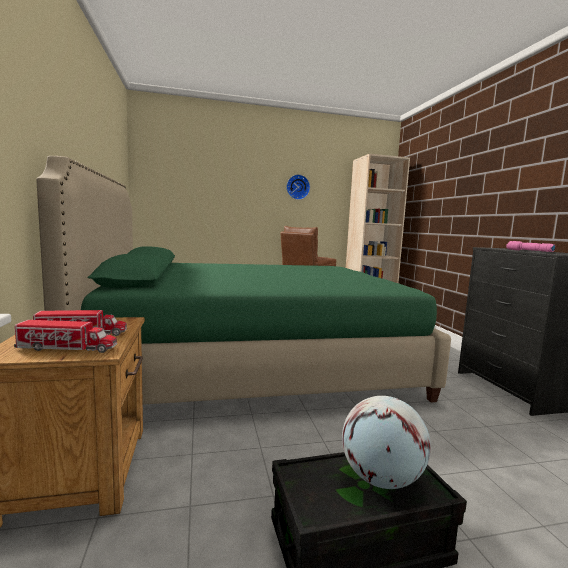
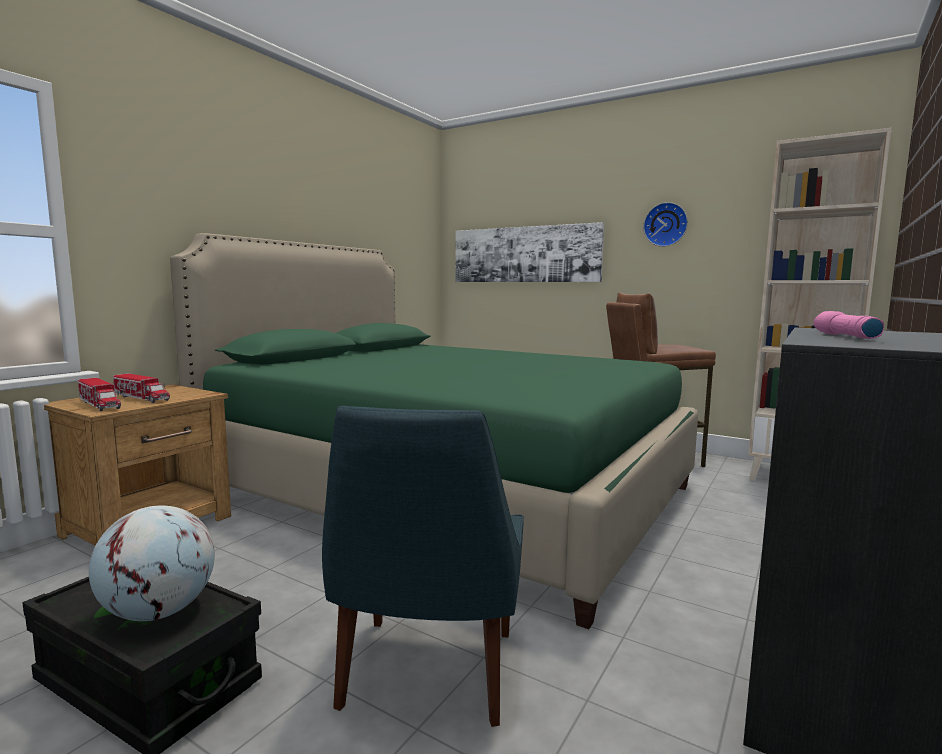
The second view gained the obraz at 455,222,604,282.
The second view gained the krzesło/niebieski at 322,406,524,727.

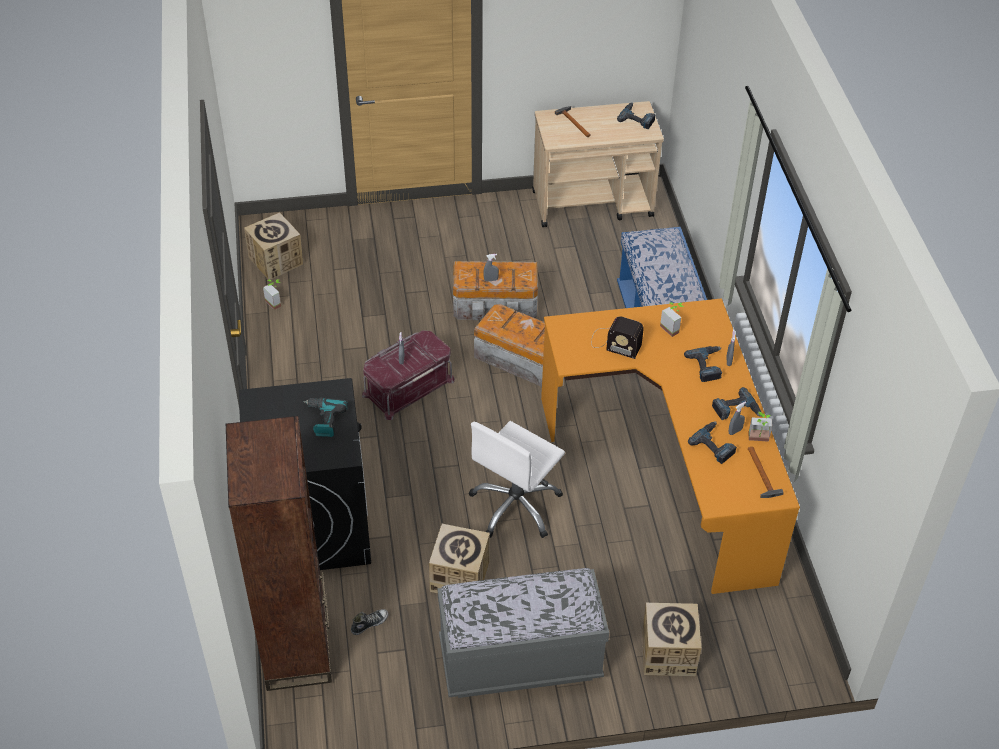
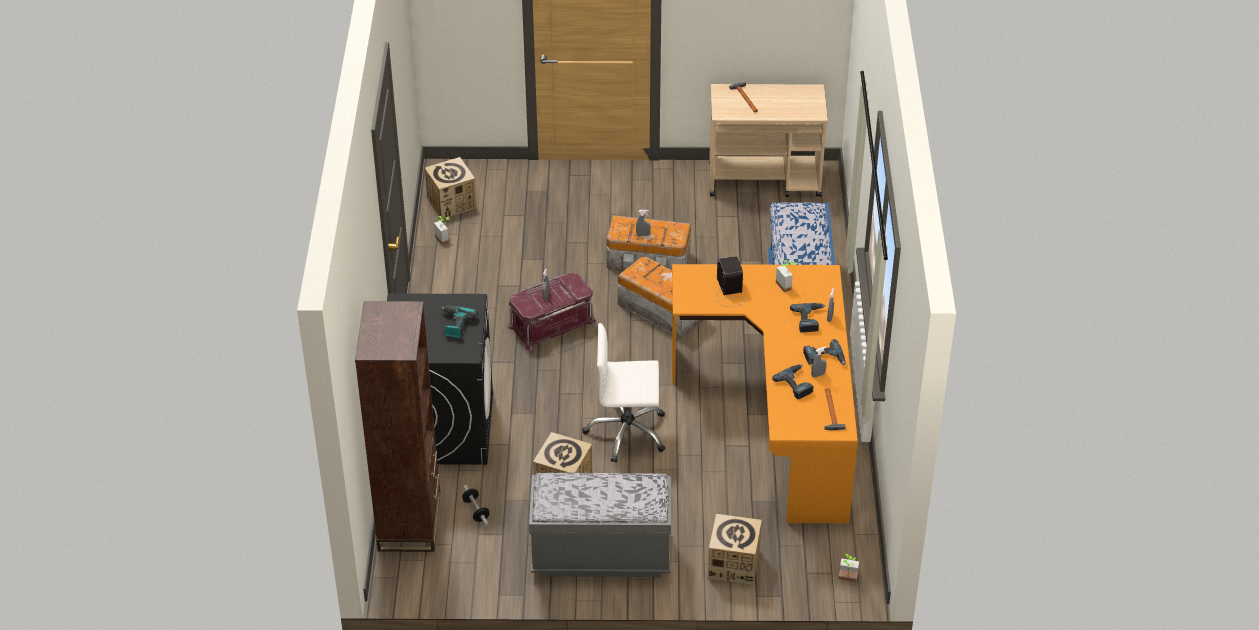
The second view lost the wiertarka at 617,102,656,129.
The radio at 591,316,644,359 ended up facing another way, 135 degrees counterclockwise from before.
The roślina doniczkowa ended up elsewhere, having gone from 748,412,772,442 to 839,554,859,582.
The krzesło biurowe/biały at 469,421,565,538 ended up facing another way, 45 degrees clockwise from before.
Where the but stood at 351,609,389,635, the hantel came to stand at 462,485,489,526.

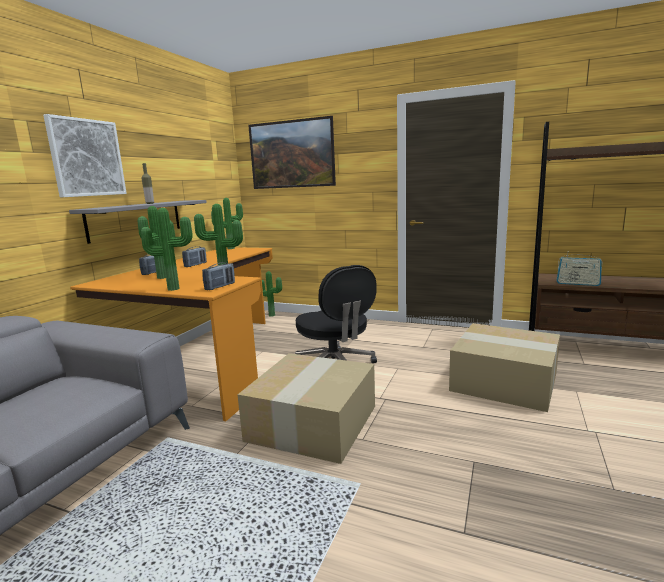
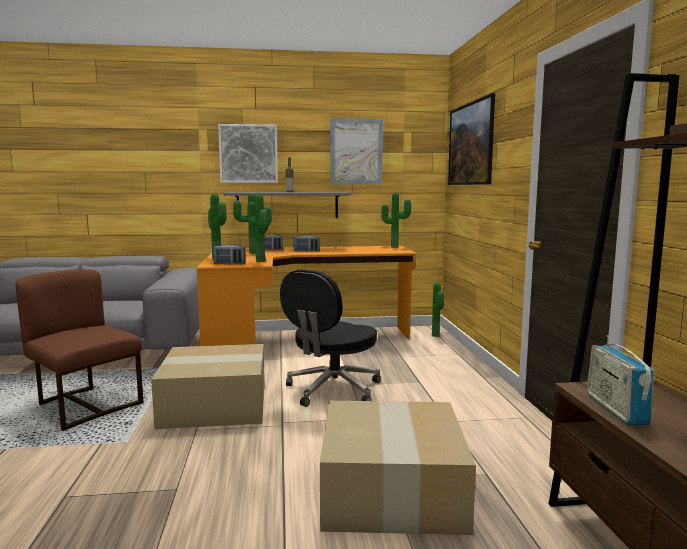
The second view gained the obraz at 330,118,383,184.
The second view gained the krzesło/brązowy at 15,269,143,431.

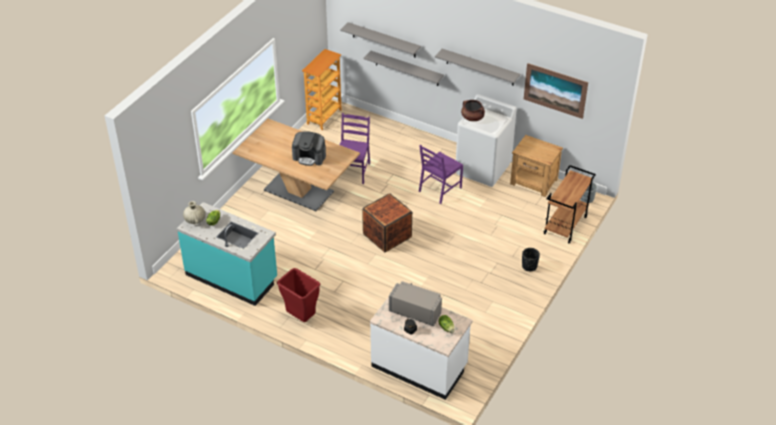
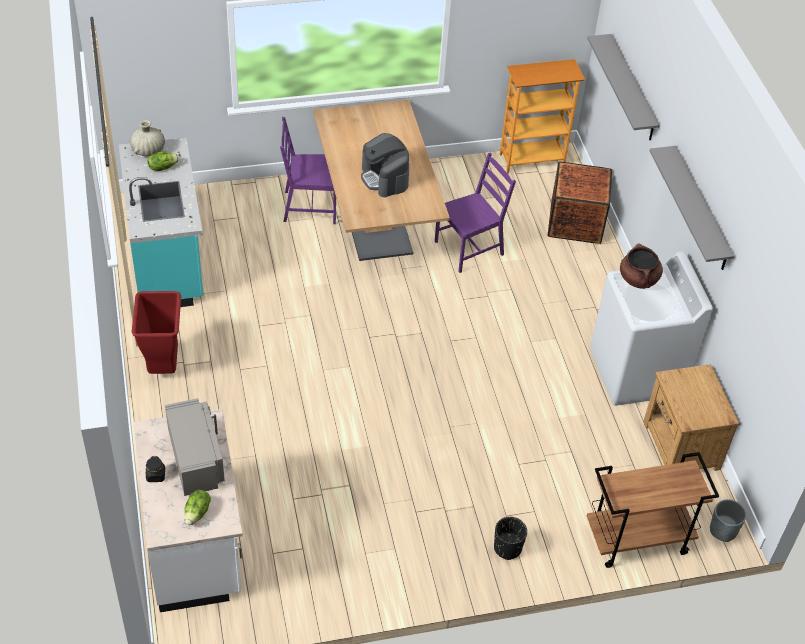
The second view lost the półka/szary at 364,51,444,86.
The second view lost the obraz at 524,63,588,119.
The krzesło/fioletowy ended up elsewhere, having gone from 419,144,463,204 to 280,117,336,224.
The skrzynka ended up elsewhere, having gone from 362,194,412,252 to 547,161,612,244.

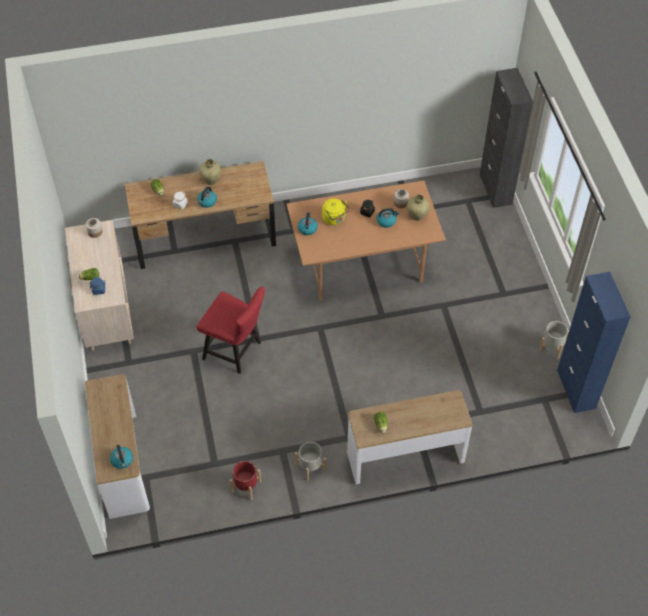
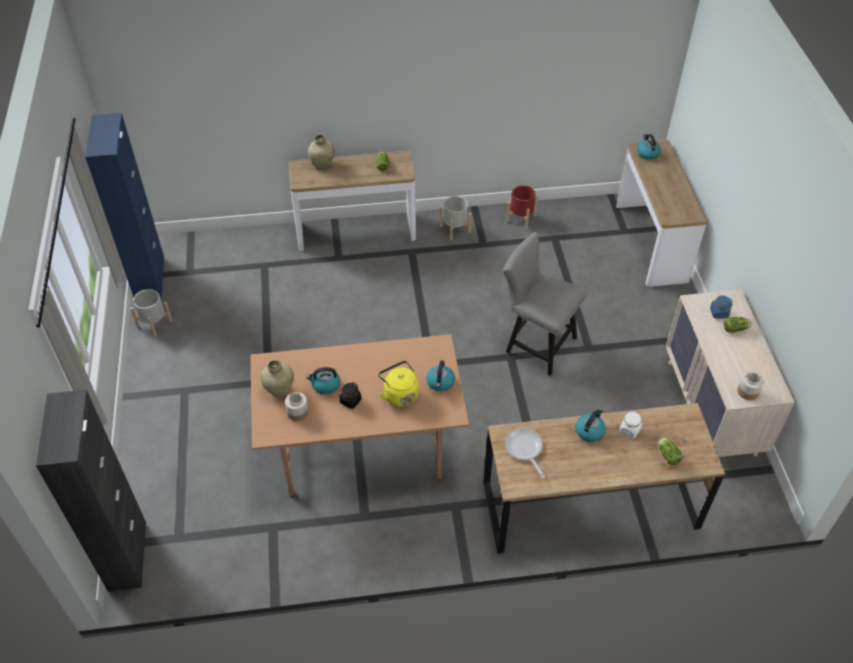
The wazon/beżowy ended up elsewhere, having gone from 199,159,221,185 to 308,135,335,169.
What was the krzesło/czerwony at 197,287,265,374 turned into the krzesło/szary at 503,232,587,376.
The second view gained the patelnia at 505,428,545,479.

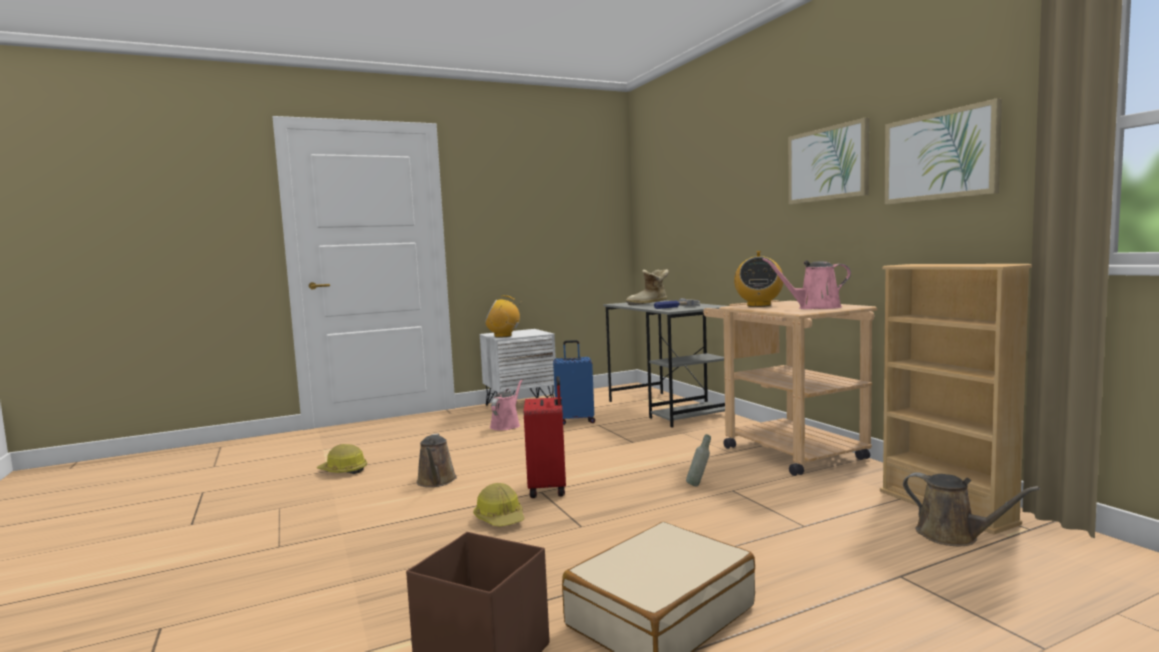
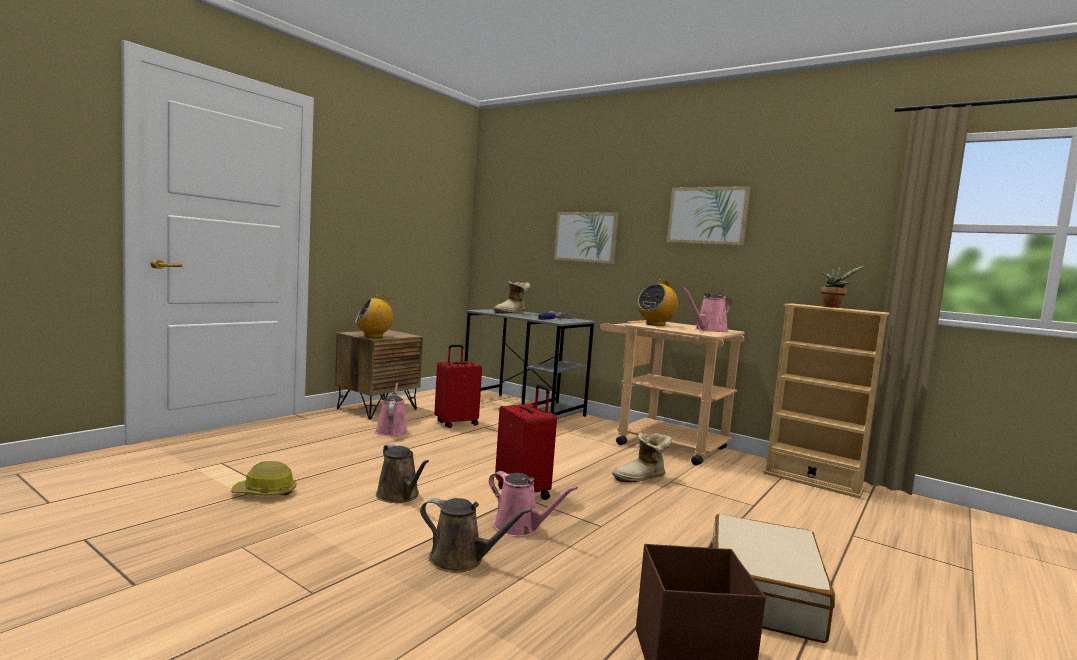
The obraz ended up elsewhere, having gone from 884,98,1002,204 to 554,212,619,264.
The radio at 734,251,783,307 ended up facing another way, 60 degrees clockwise from before.
What was the szafka nocna/biały at 480,329,556,406 turned into the szafka nocna/brązowy at 335,330,423,419.
What was the walizka/niebieski at 553,340,595,425 turned into the walizka/czerwony at 434,345,482,428.
Where the butelka/szary stood at 686,434,711,487, the but z cholewką came to stand at 612,433,672,482.
The konewka/brązowy ended up elsewhere, having gone from 903,472,1040,546 to 420,498,532,573.
Where the kask stood at 473,483,524,526, the konewka/różowy came to stand at 489,471,578,537.
The second view gained the roślina doniczkowa at 820,264,864,308.

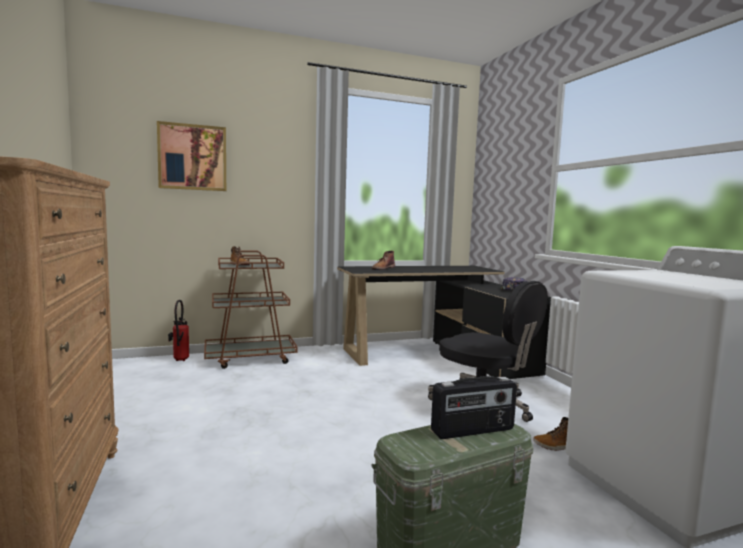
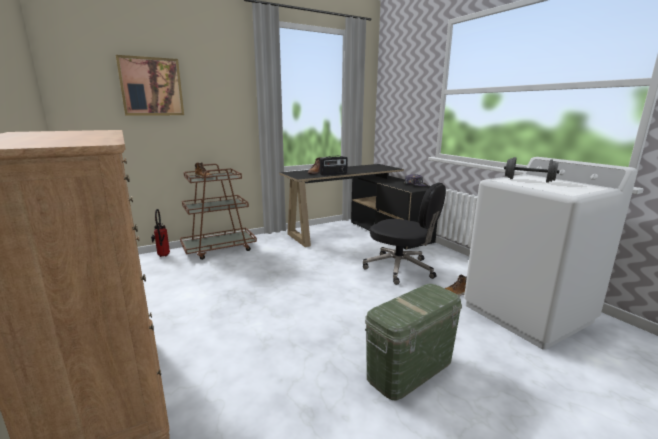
The radio ended up elsewhere, having gone from 431,376,517,439 to 320,156,348,176.
The second view gained the hantel/szary at 504,157,560,183.

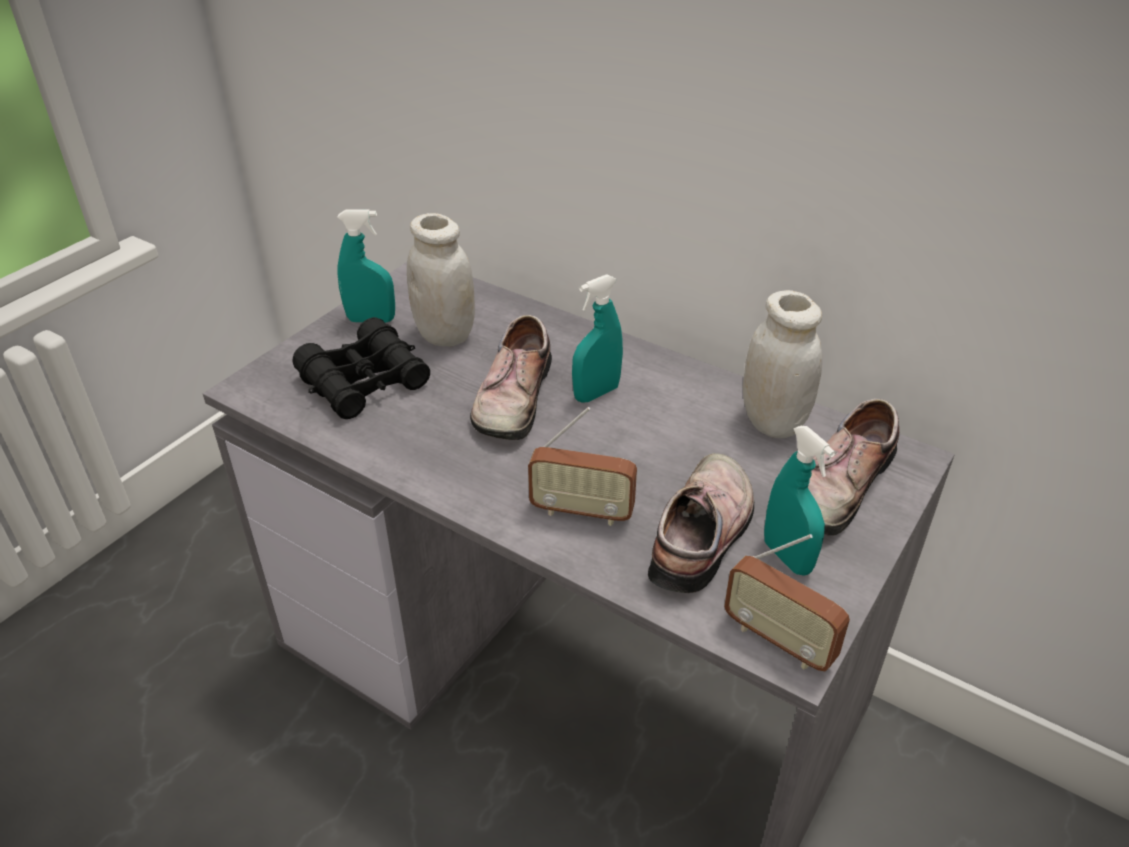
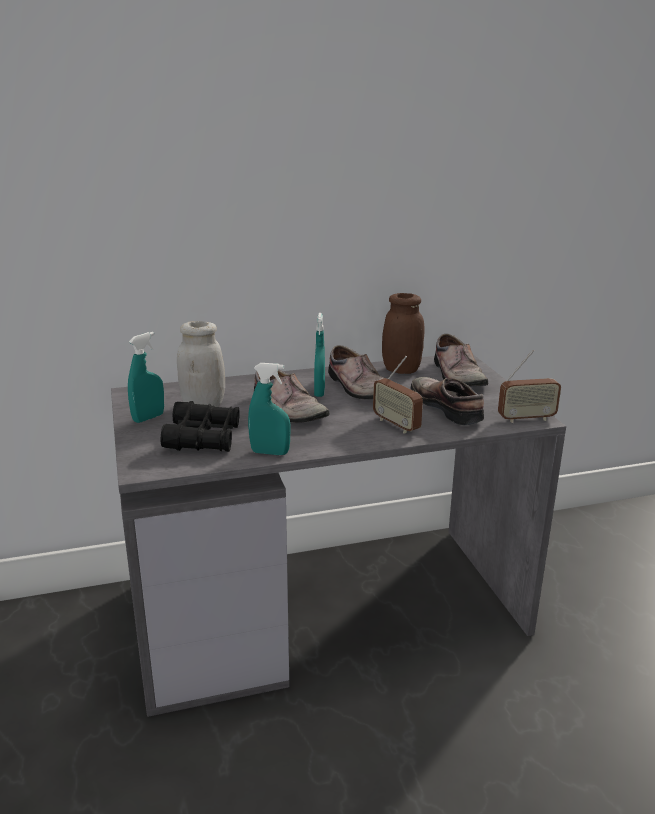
What was the słoik/biały at 743,290,822,438 turned into the słoik/brązowy at 382,293,425,374.
The radio at 528,407,637,526 ended up facing another way, 90 degrees clockwise from before.
The spryskiwacz/turkusowy ended up elsewhere, having gone from 764,426,836,576 to 248,363,291,455.
The second view gained the but at 328,345,384,400.

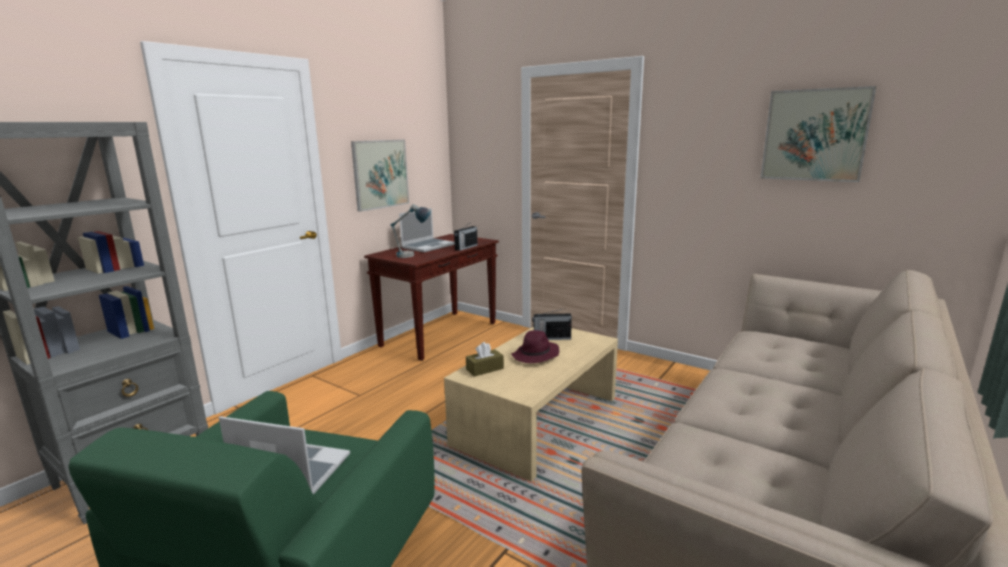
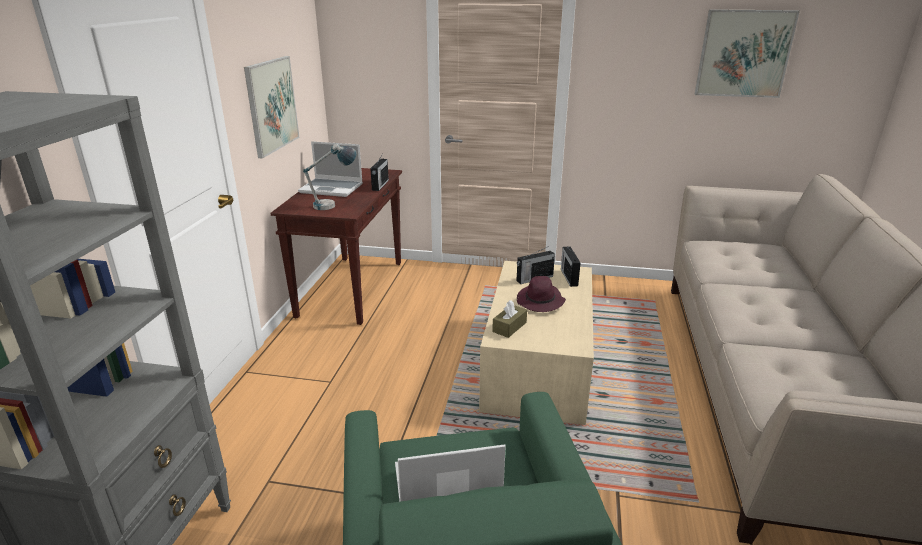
The laptop at 399,208,455,252 ended up facing another way, 90 degrees clockwise from before.
The second view gained the radio at 561,246,581,287.

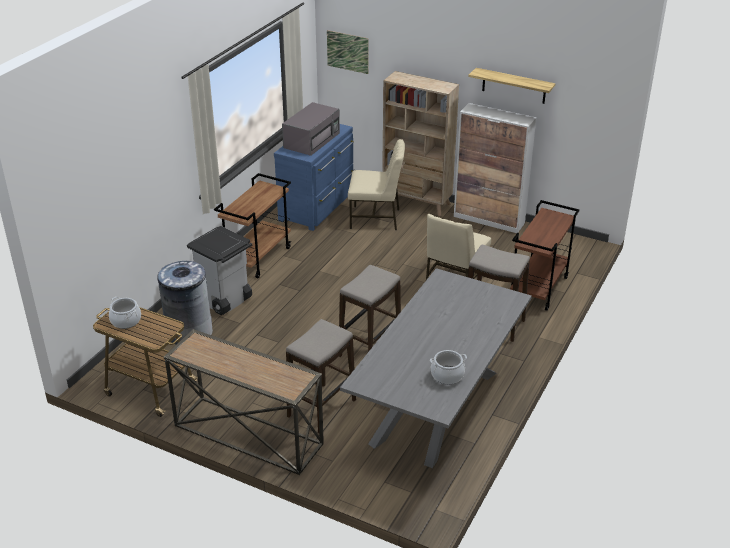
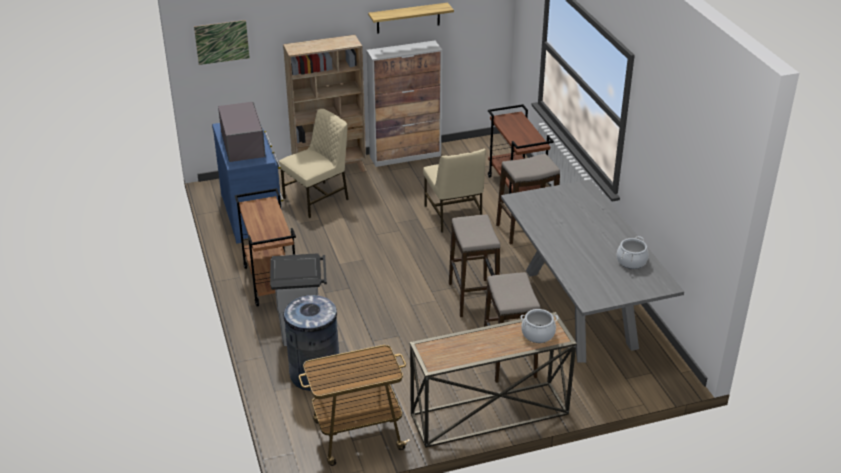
The garnek ended up elsewhere, having gone from 109,297,141,329 to 520,309,558,343.

